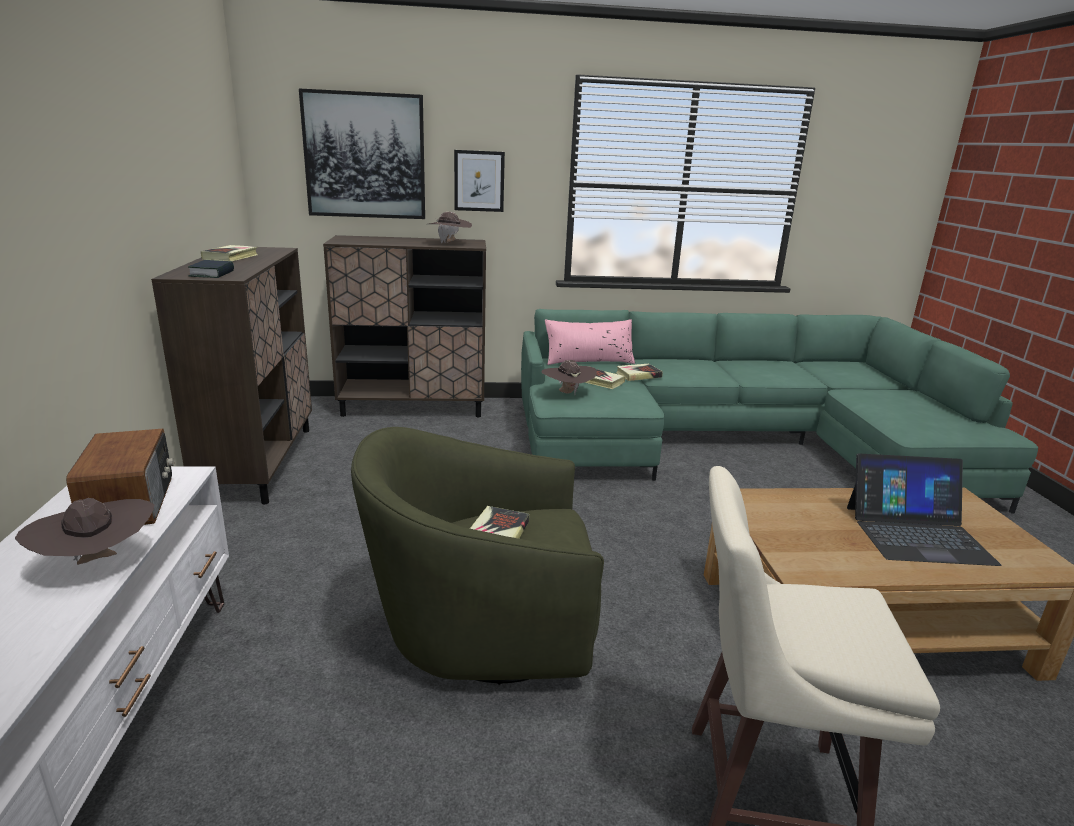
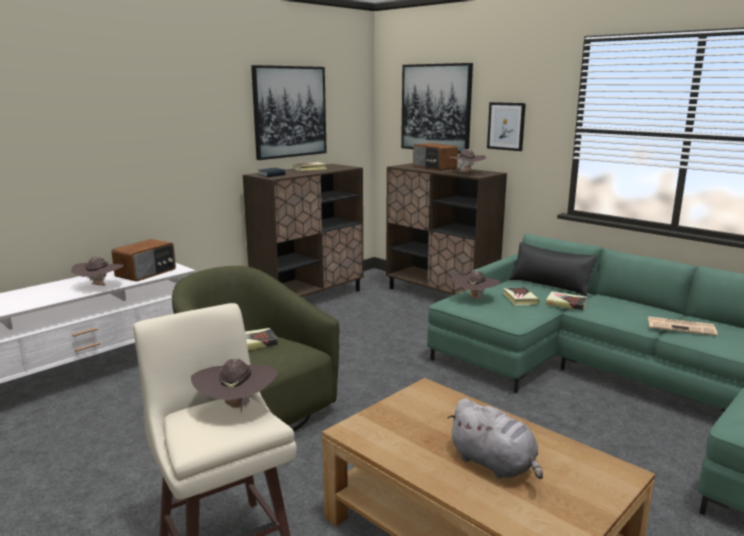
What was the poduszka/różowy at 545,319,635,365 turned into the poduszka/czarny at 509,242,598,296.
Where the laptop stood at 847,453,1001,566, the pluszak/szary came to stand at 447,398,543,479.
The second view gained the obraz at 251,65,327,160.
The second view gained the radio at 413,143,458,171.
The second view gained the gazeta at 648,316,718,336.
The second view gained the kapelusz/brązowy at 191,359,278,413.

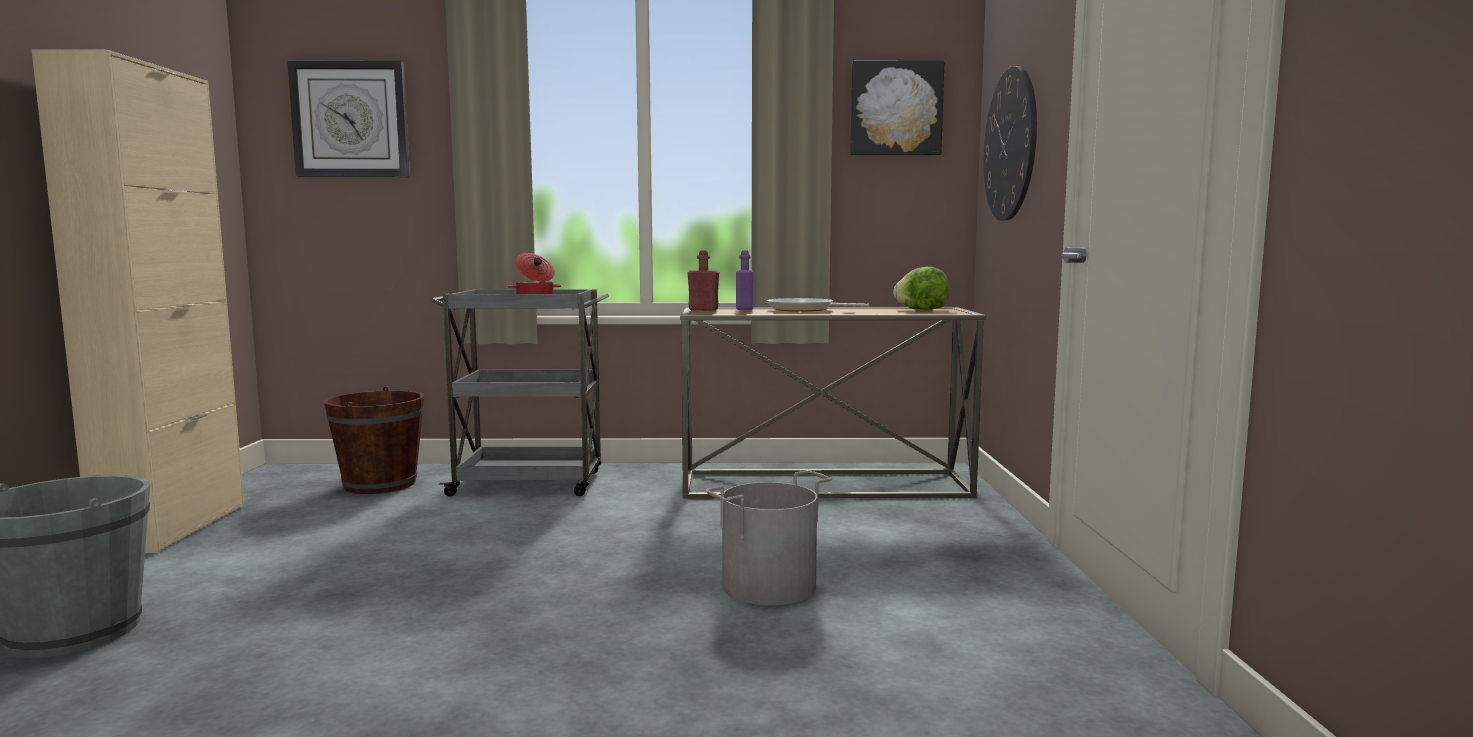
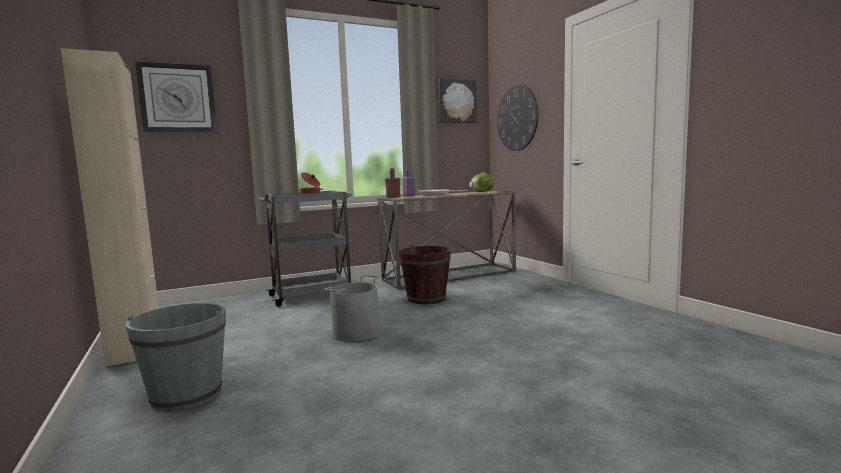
The wiadro/brązowy ended up elsewhere, having gone from 324,386,424,494 to 399,245,451,304.
The wiadro/szary ended up elsewhere, having gone from 705,470,832,605 to 325,275,380,342.

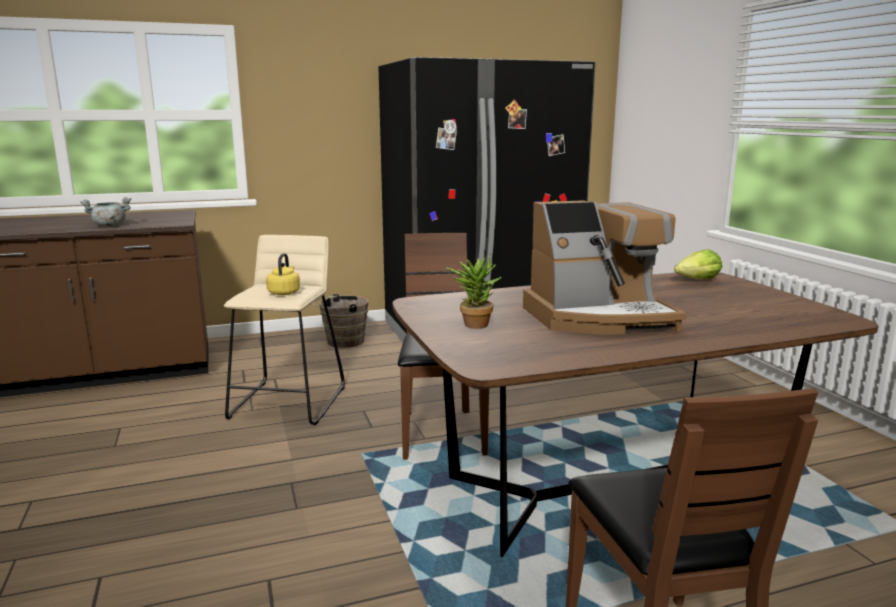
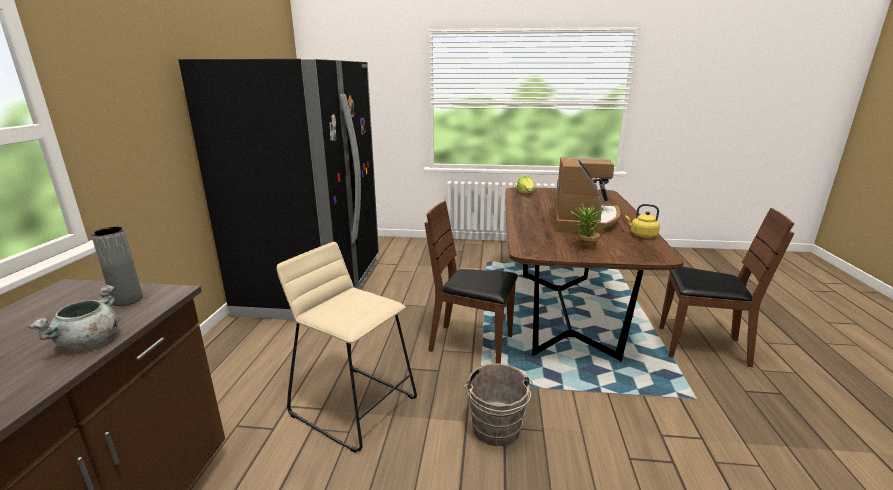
The czajnik/żółty ended up elsewhere, having gone from 266,253,300,295 to 625,204,660,238.
The wiadro/brązowy ended up elsewhere, having gone from 313,294,369,348 to 464,363,533,446.
The second view gained the wazon/szary at 91,227,143,306.

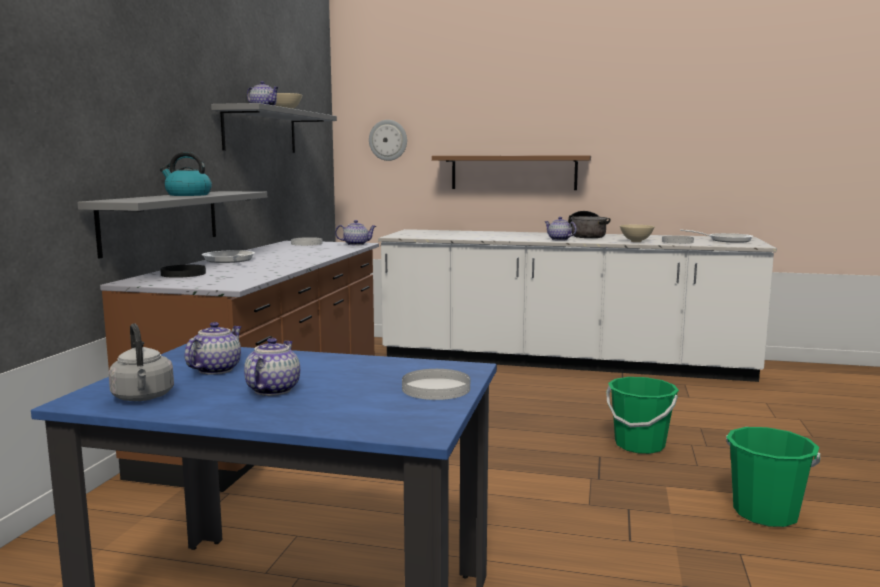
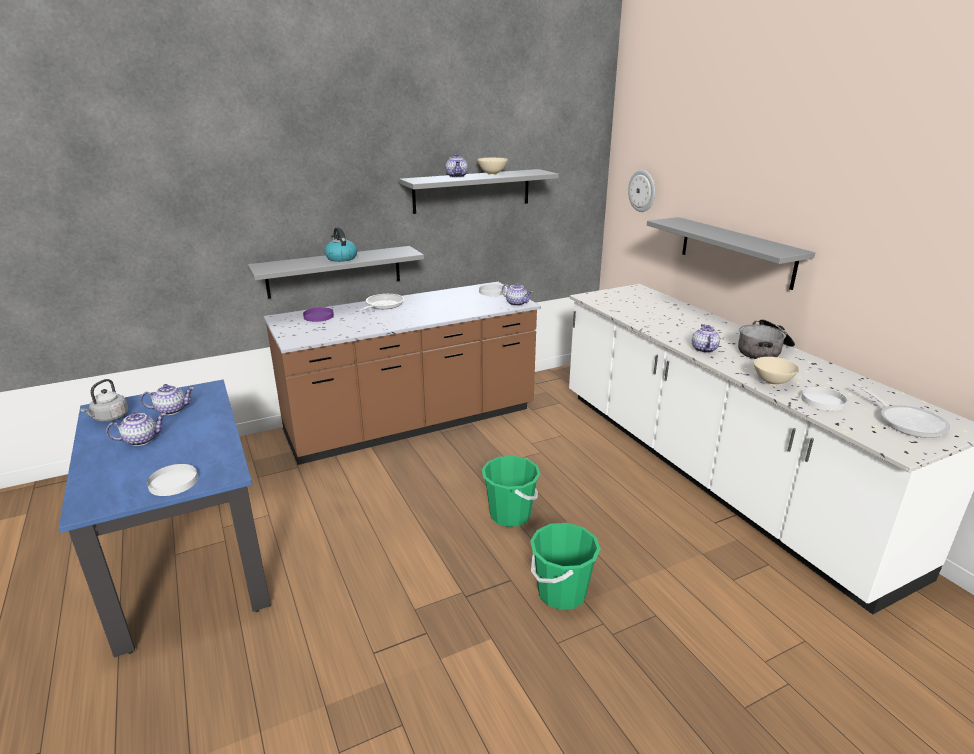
What was the półka/brązowy at 432,155,591,190 turned into the półka/szary at 647,217,815,290.
What was the talerz/czarny at 160,265,206,278 turned into the talerz/fioletowy at 303,307,334,322.
The wiadro/zielony ended up elsewhere, having gone from 726,427,820,527 to 482,456,540,527.

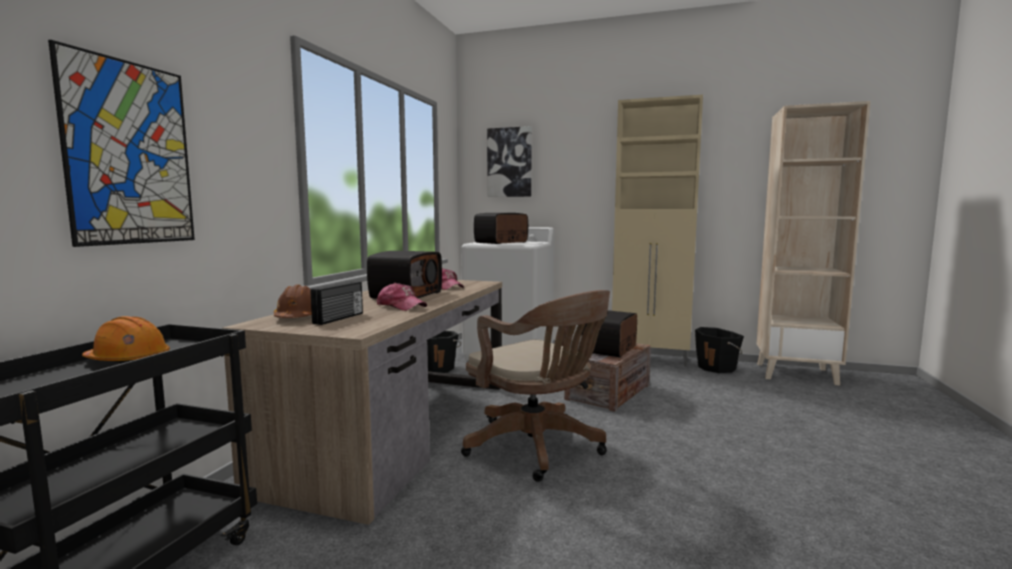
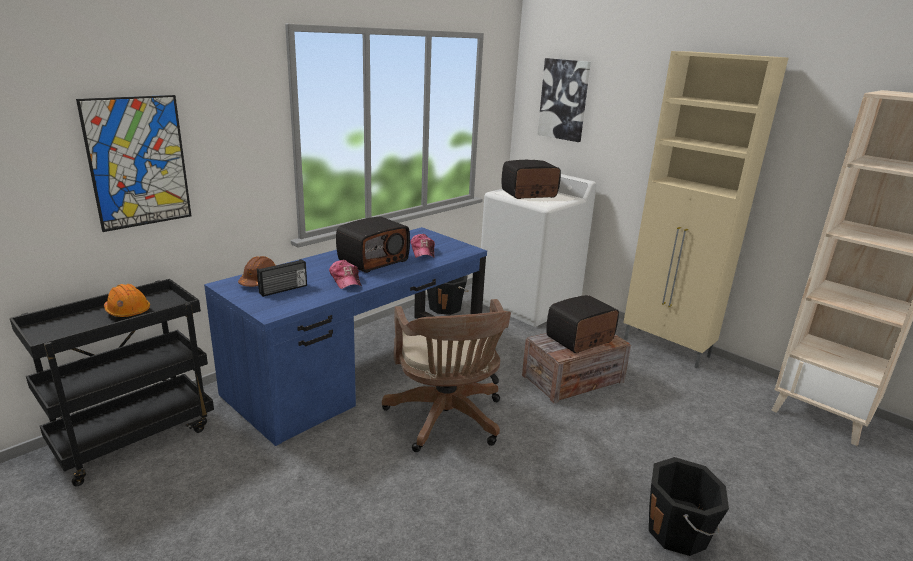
What was the biurko/brązowy at 223,280,502,525 turned into the biurko/niebieski at 204,227,487,446.
The wiadro/czarny ended up elsewhere, having gone from 695,327,744,373 to 649,457,729,556.

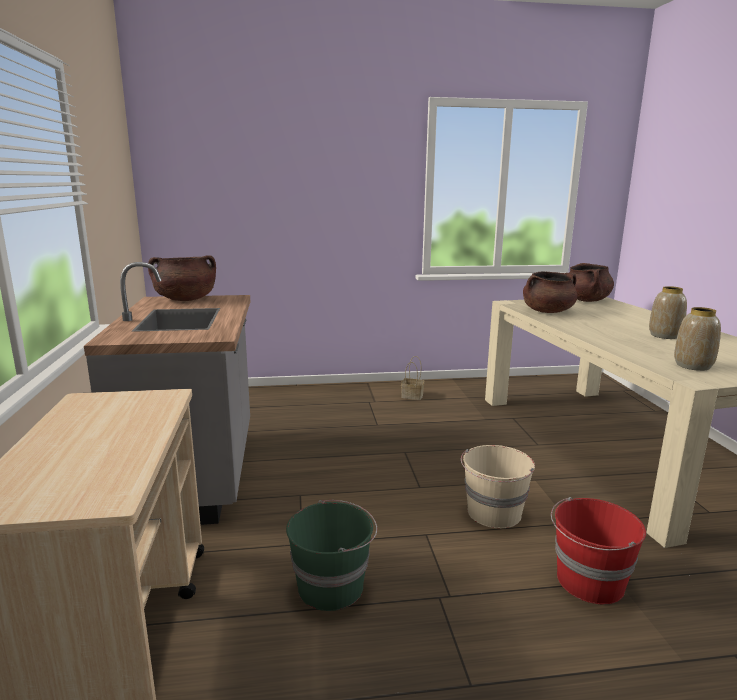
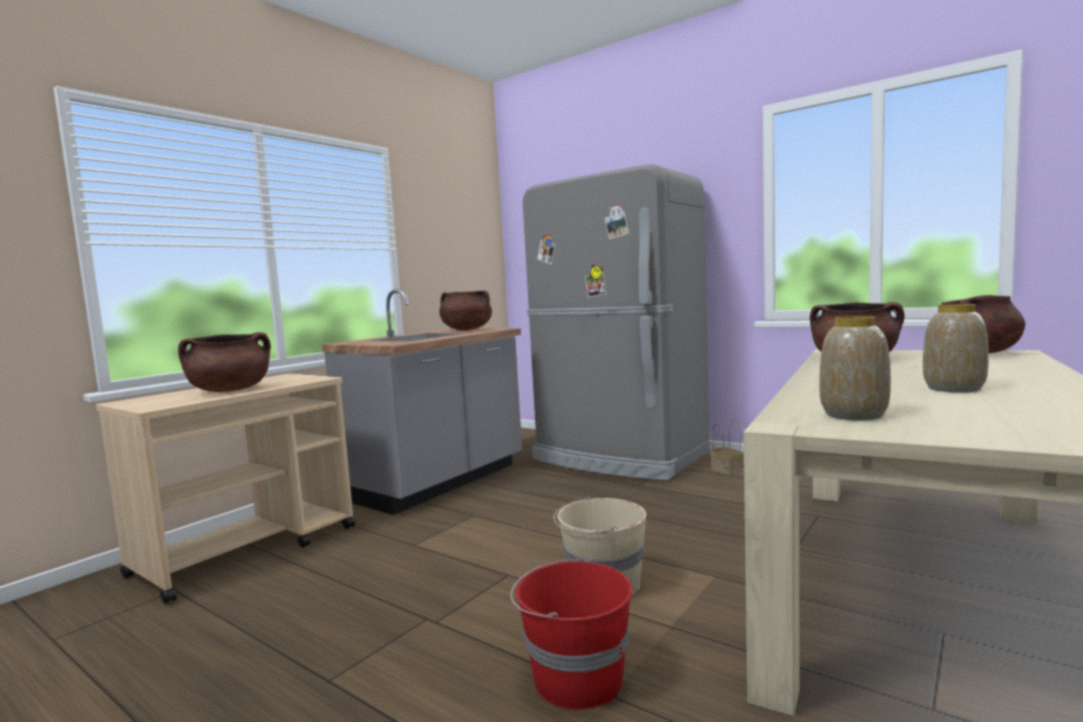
The second view lost the wiadro/zielony at 286,500,377,611.
The second view gained the lodówka/szary at 523,164,710,480.
The second view gained the garnek/brązowy at 178,332,271,392.

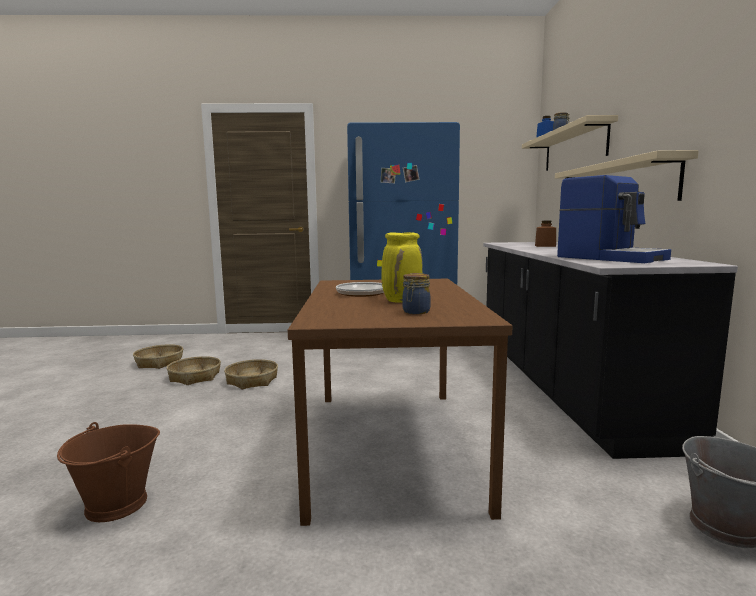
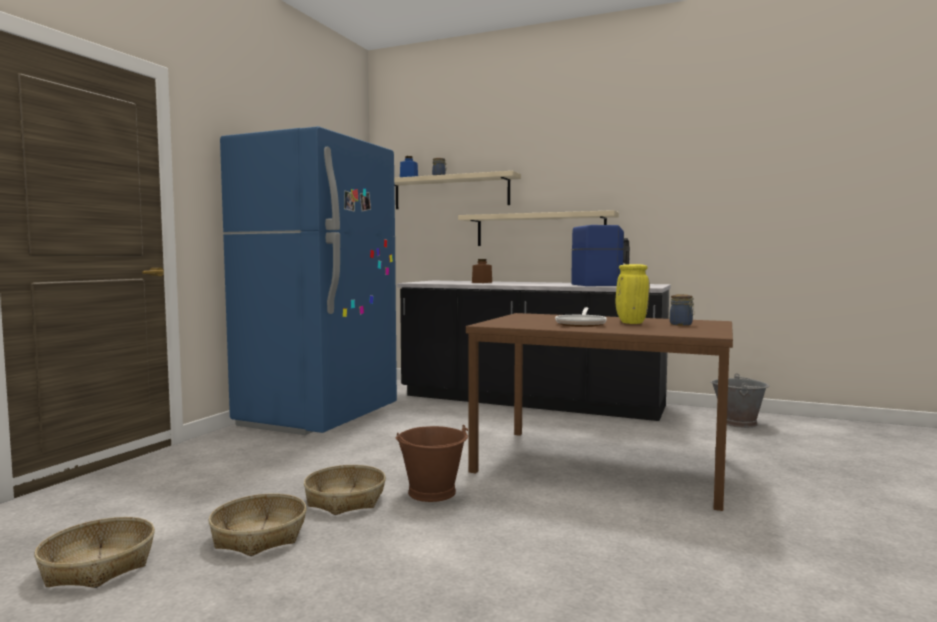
The wiadro/brązowy ended up elsewhere, having gone from 57,422,160,522 to 396,425,468,502.

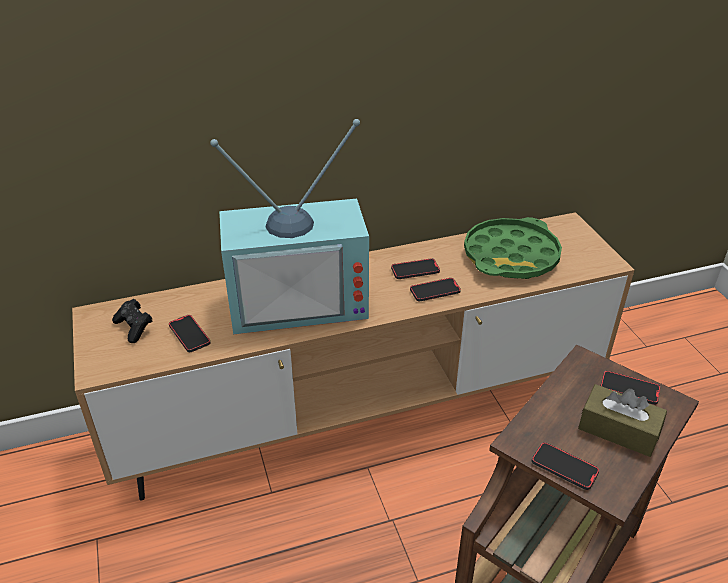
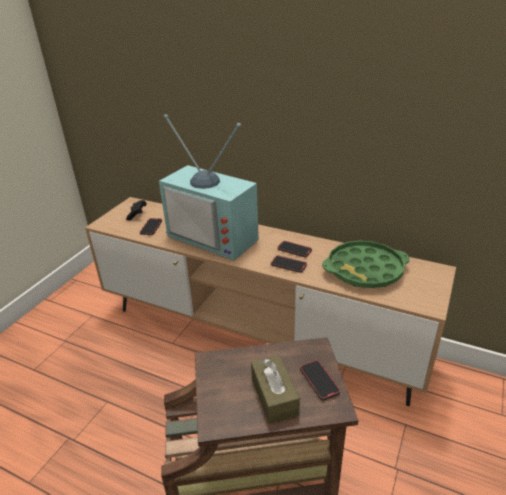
The second view lost the telefon at 532,442,599,490.

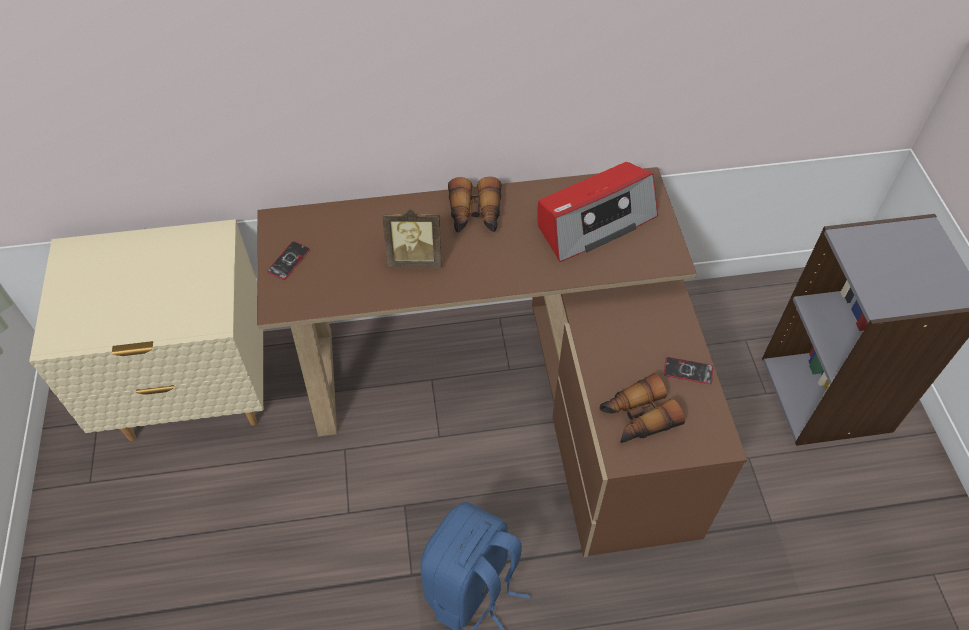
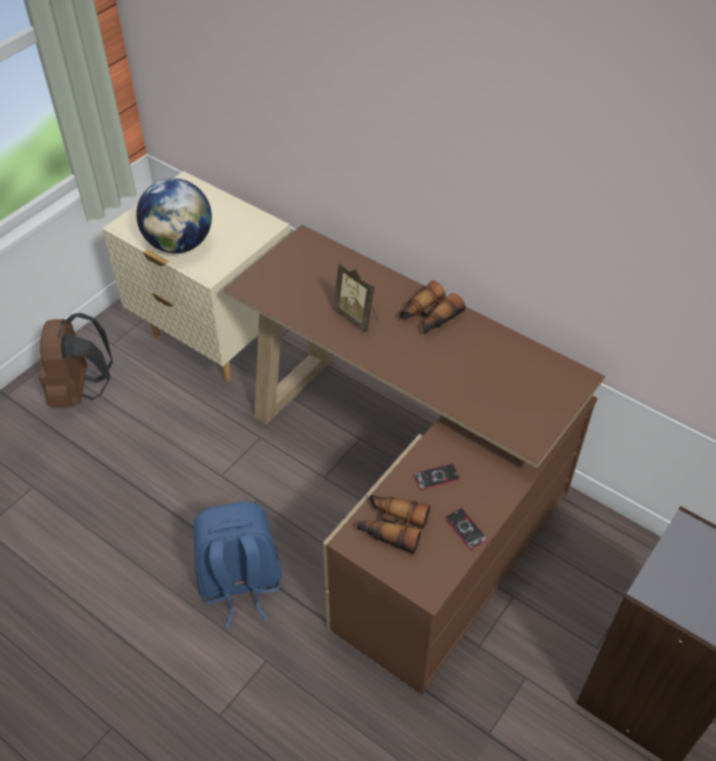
The second view lost the radio at 537,162,658,262.
The telefon ended up elsewhere, having gone from 267,241,310,280 to 413,464,460,490.
The second view gained the globus at 136,178,212,253.
The second view gained the plecak/brązowy at 39,313,113,408.

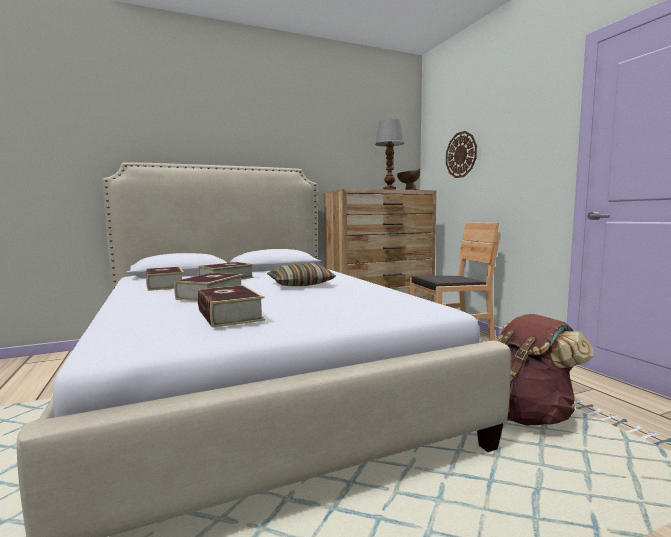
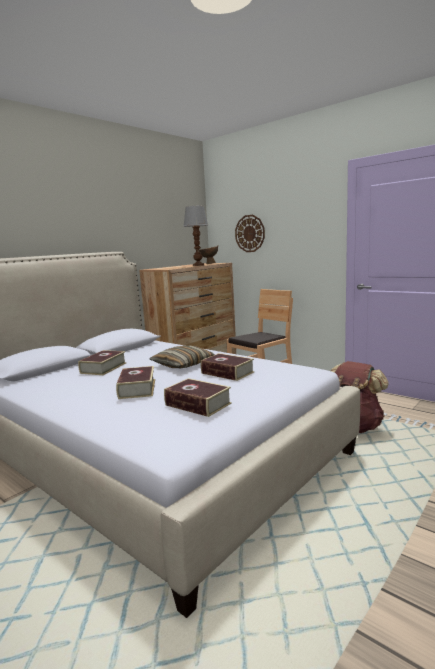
The książka ended up elsewhere, having gone from 146,267,184,291 to 201,353,254,381.

